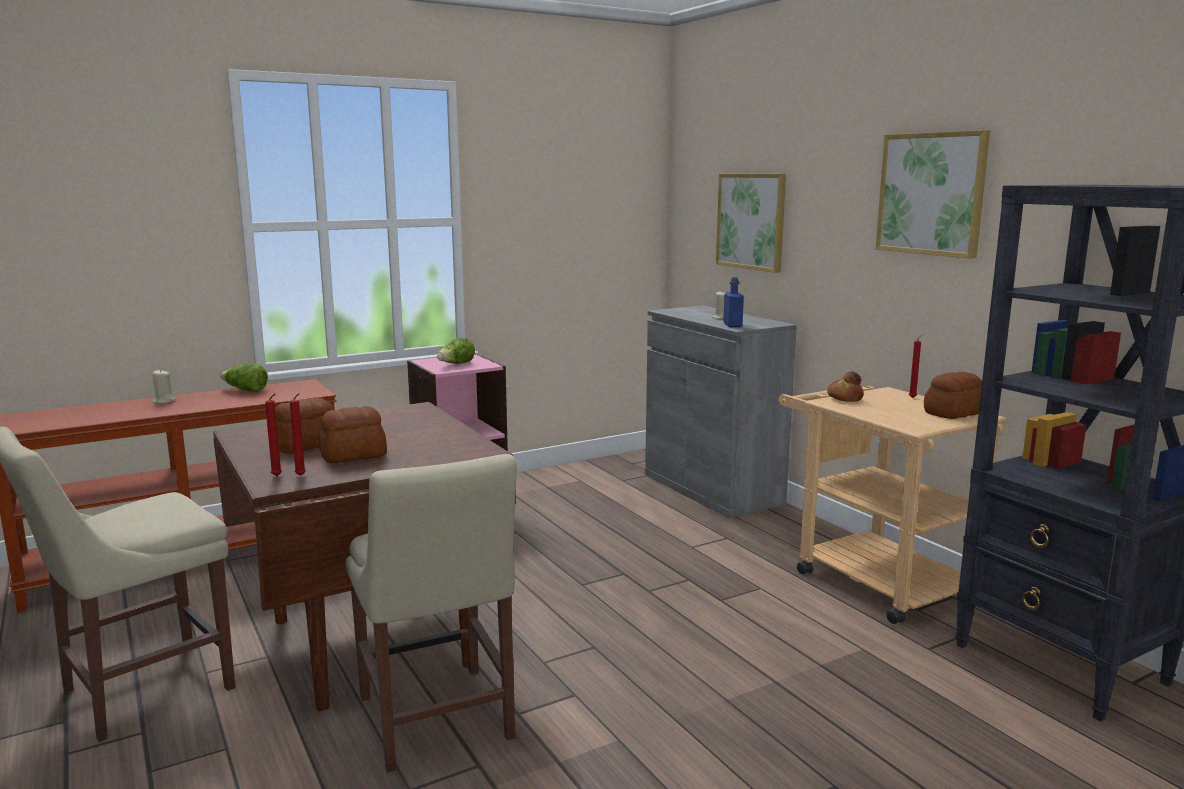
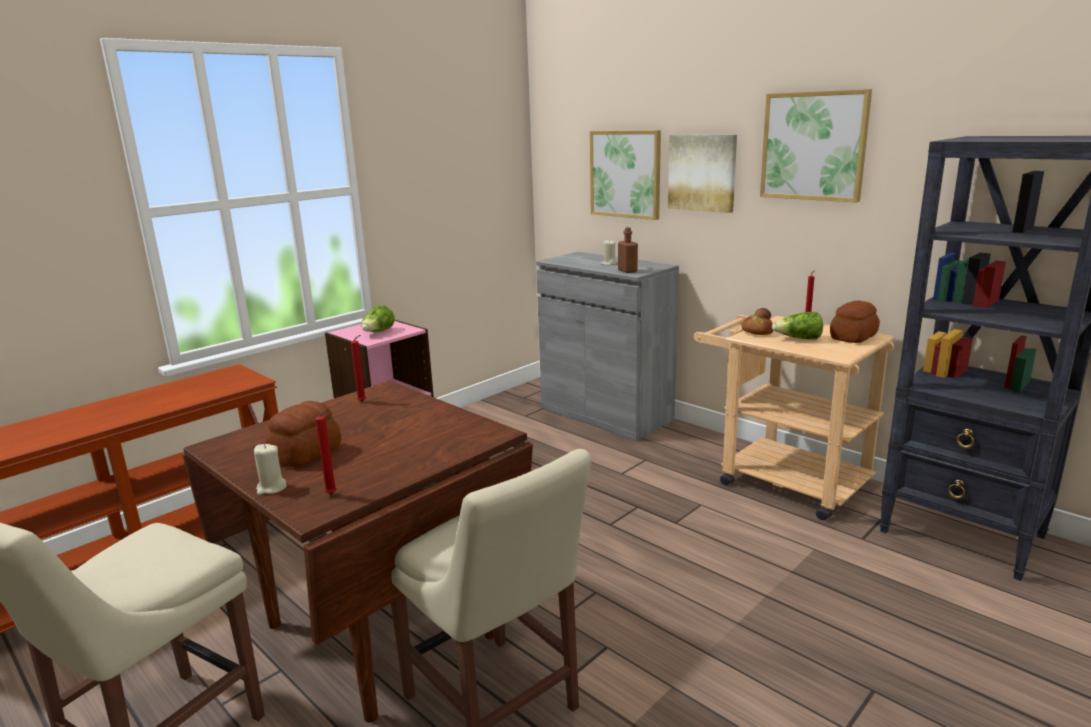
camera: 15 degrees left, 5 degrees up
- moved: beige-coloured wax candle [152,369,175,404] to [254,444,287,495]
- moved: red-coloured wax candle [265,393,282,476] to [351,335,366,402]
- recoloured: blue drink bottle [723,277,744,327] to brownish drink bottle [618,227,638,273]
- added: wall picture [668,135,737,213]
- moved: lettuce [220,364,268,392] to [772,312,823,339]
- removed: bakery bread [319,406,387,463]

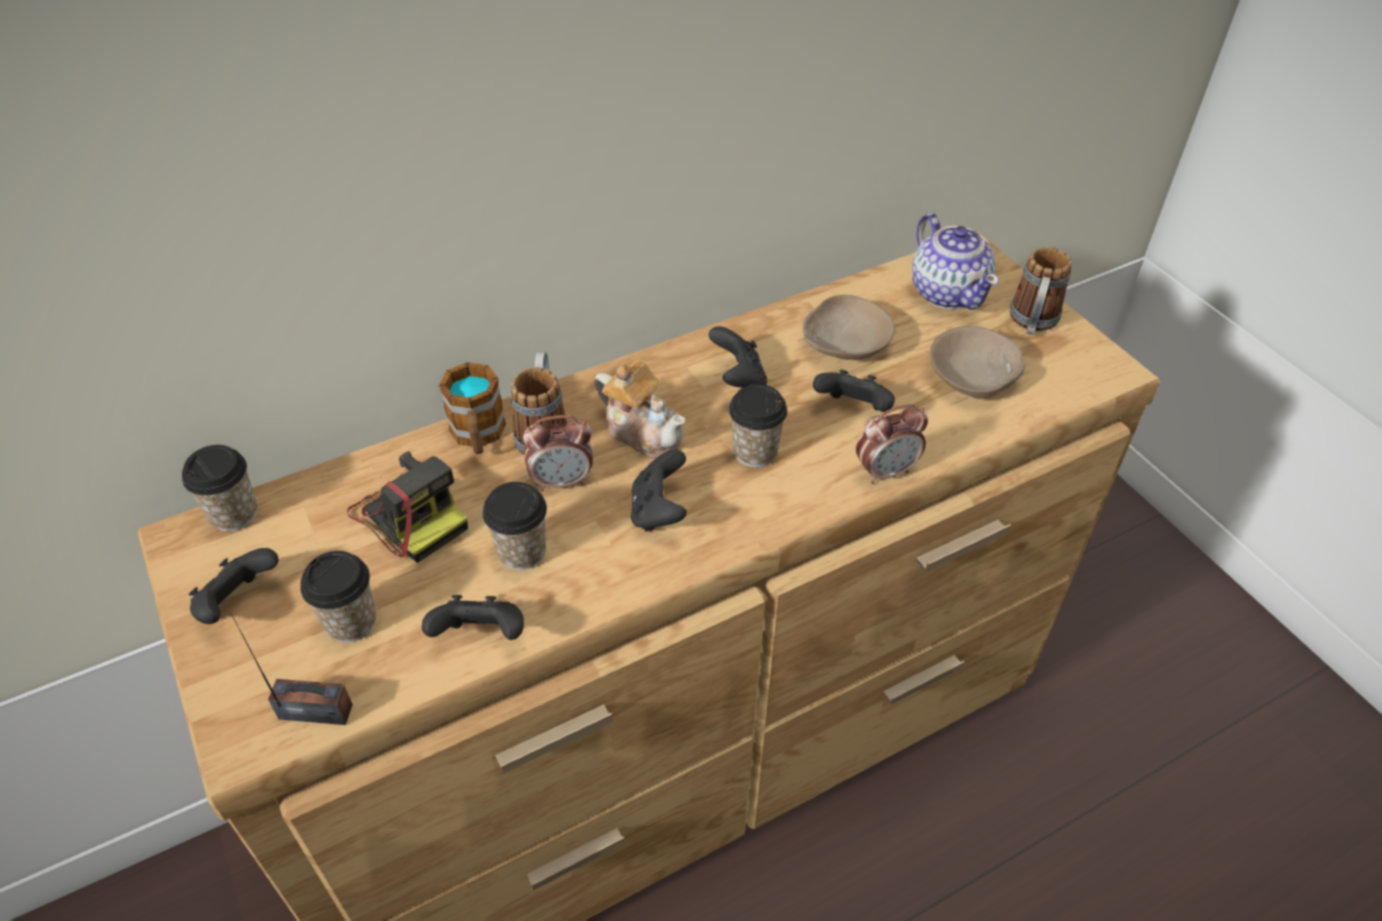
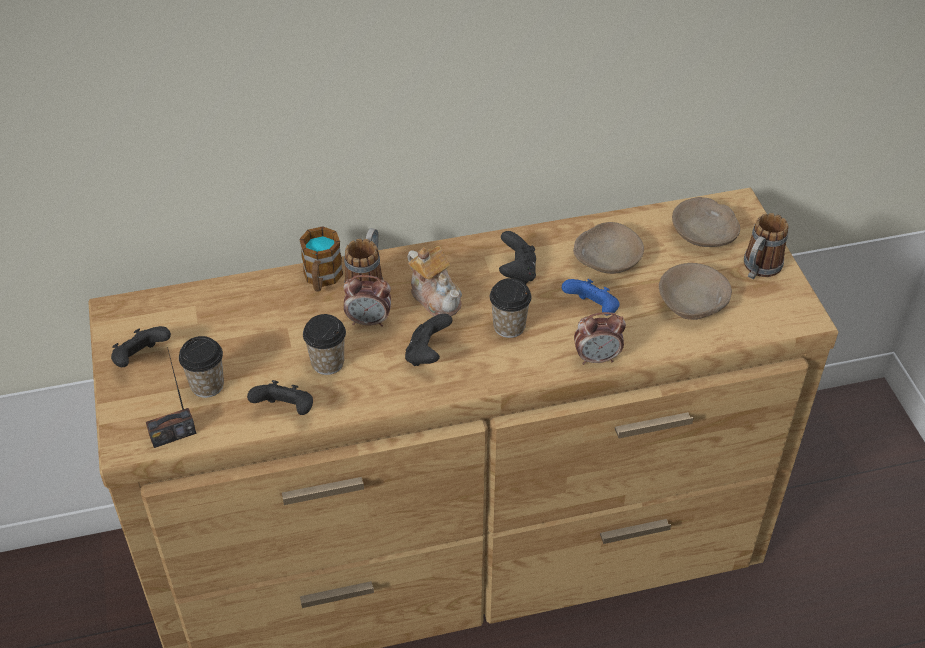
camera: 15 degrees right, 0 degrees up
- turned: radio [231,614,353,725] = [146,347,196,448] 135 degrees clockwise
- recoloured: black gamepad [813,369,895,412] to blue gamepad [562,279,620,315]
- replaced: tea pot [912,213,999,310] to beige-coloured bowl [672,197,740,247]
- removed: cup [182,445,257,531]
- removed: still camera [347,451,468,563]

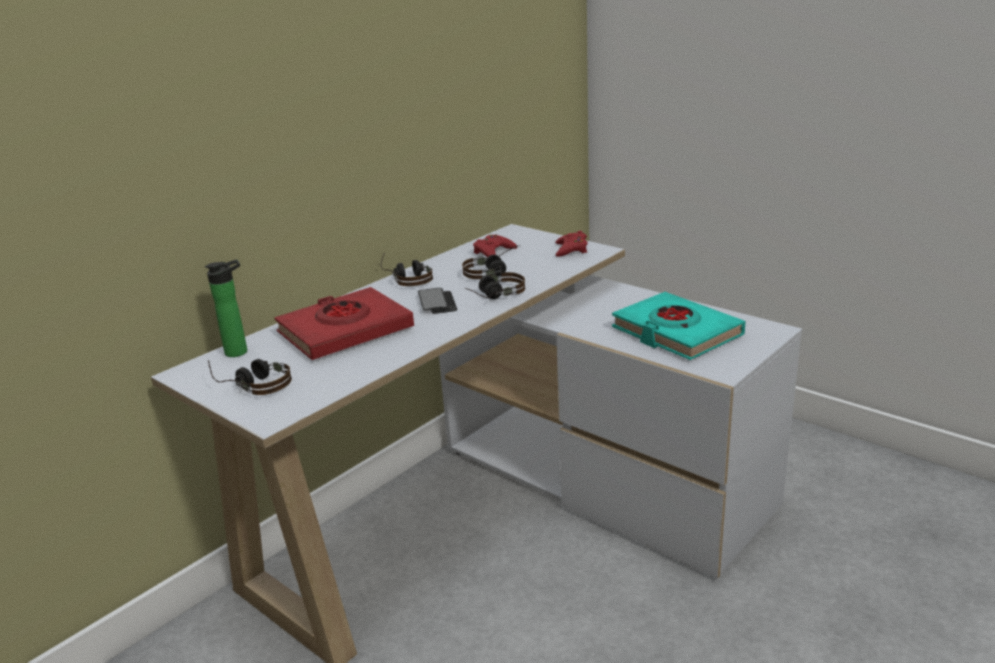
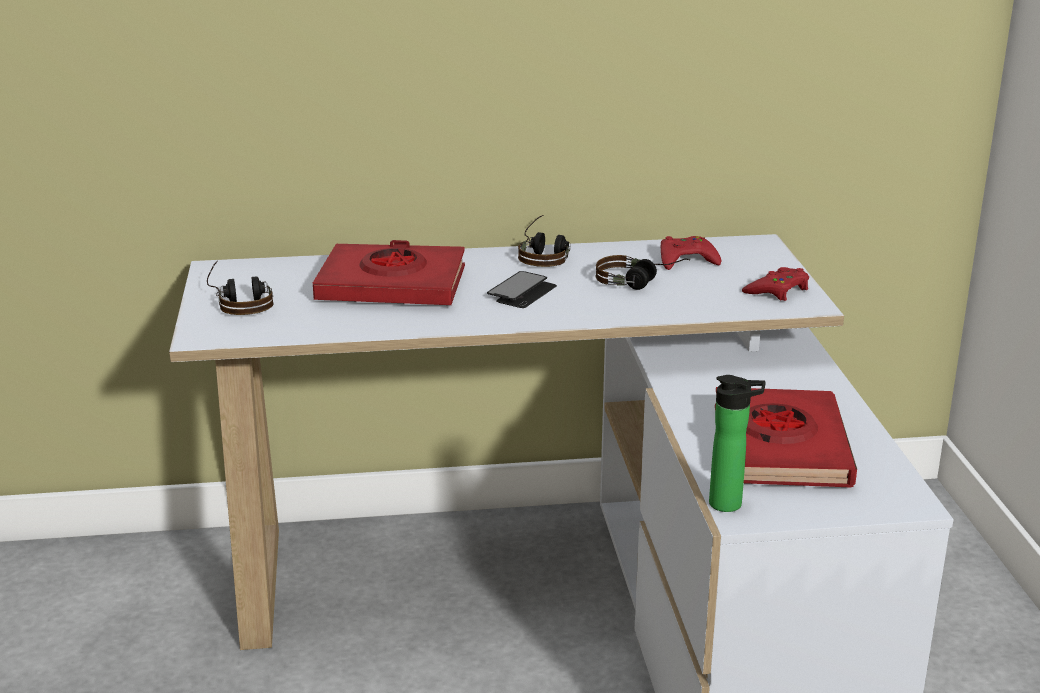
camera: 40 degrees right, 0 degrees up
- moved: drink bottle [205,259,247,357] to [709,375,766,512]
- recoloured: turquoise bound book [612,292,746,360] to red-coloured bound book [715,387,857,487]
- removed: pair of headphones [465,272,525,299]

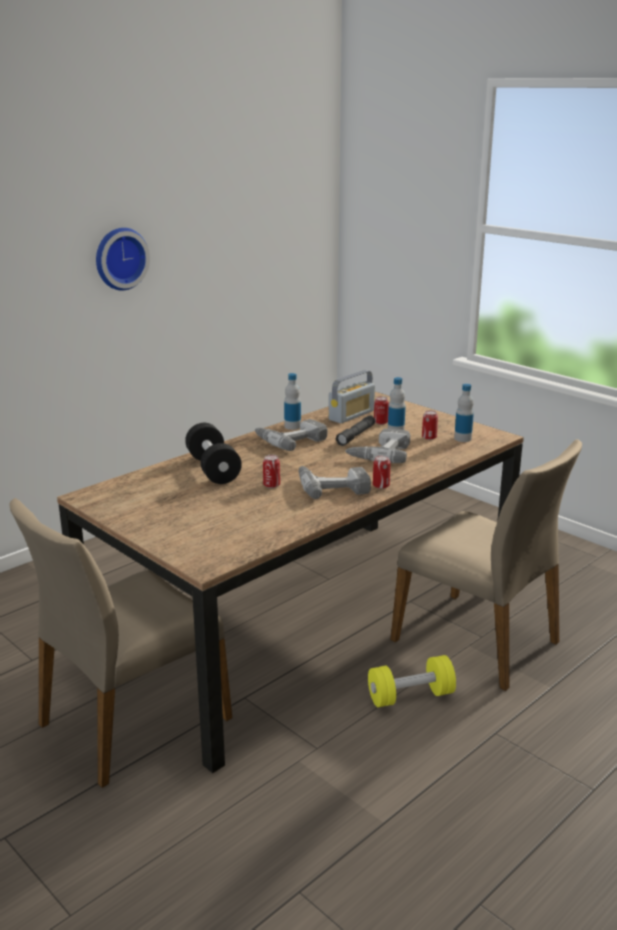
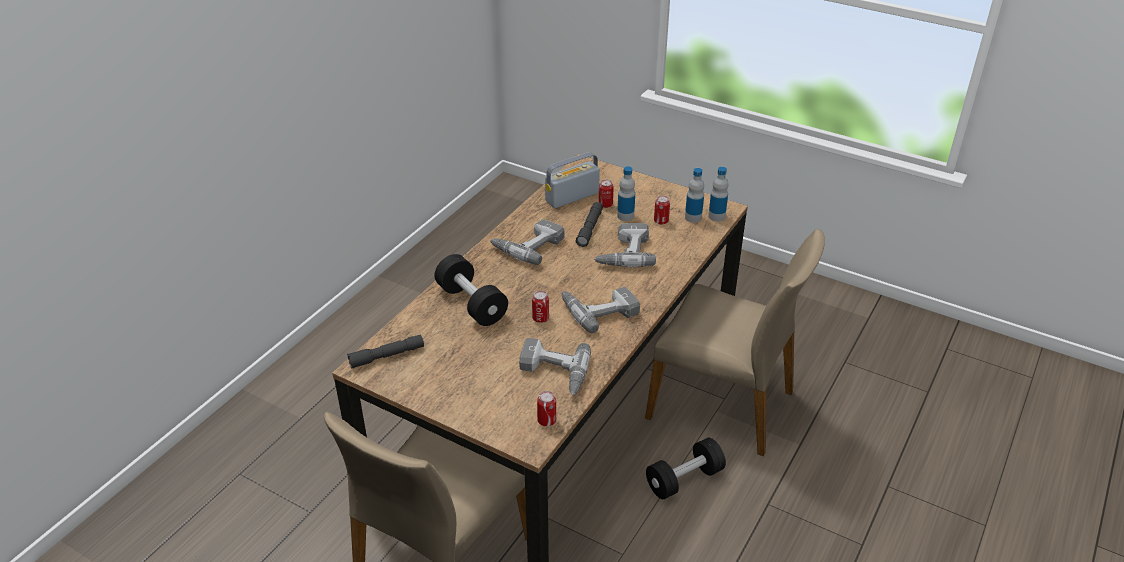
camera: 15 degrees left, 15 degrees up
- added: gray flashlight [347,335,424,368]
- added: power drill [519,338,591,395]
- moved: metal can [373,455,390,489] to [537,391,556,426]
- turned: radio [329,370,375,423] = [545,152,600,208] 150 degrees counterclockwise
- recoloured: yellow-coloured dumbbell [368,655,456,707] to black dumbbell [646,438,726,499]
- moved: drink bottle [284,373,301,430] to [708,167,729,221]
- removed: clock on the wall [96,228,150,291]

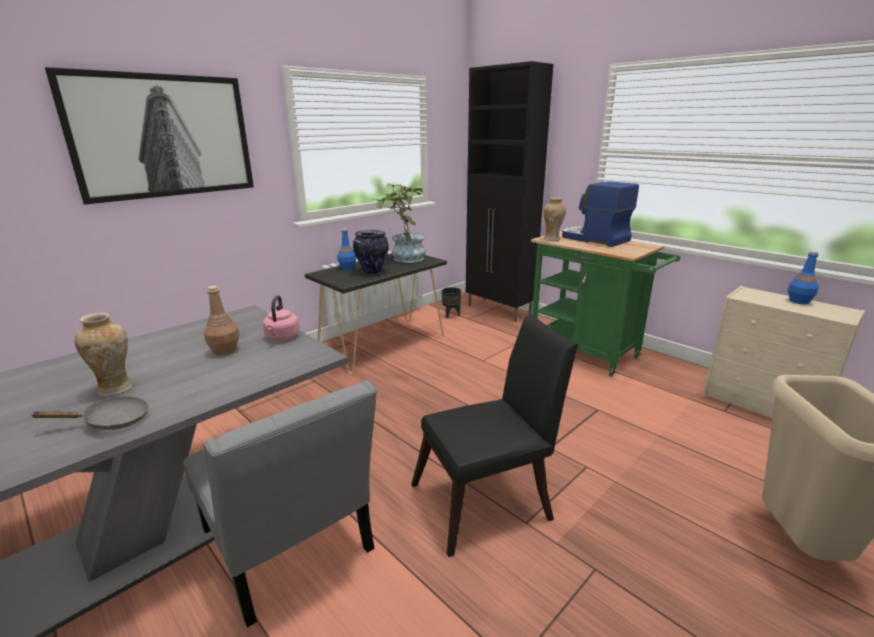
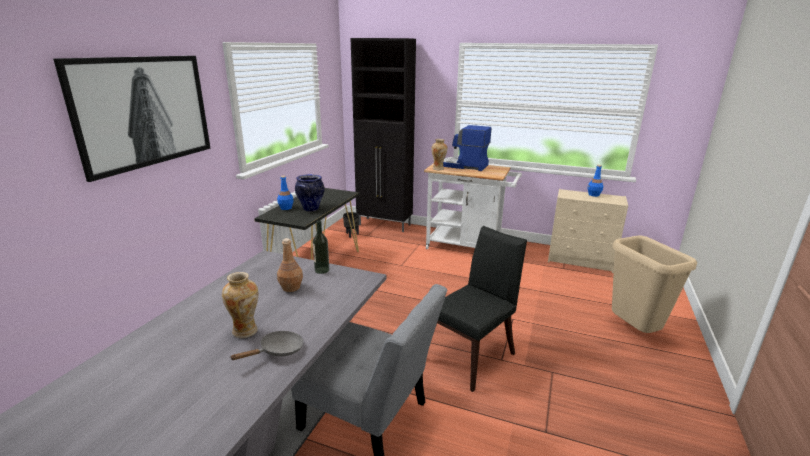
camera: 25 degrees left, 0 degrees up
- replaced: pink water kettle [263,295,300,340] to drink bottle [313,220,329,274]
- recoloured: greenish cart [531,230,680,377] to white-coloured cart [424,163,522,249]
- removed: potted plant [371,183,426,263]

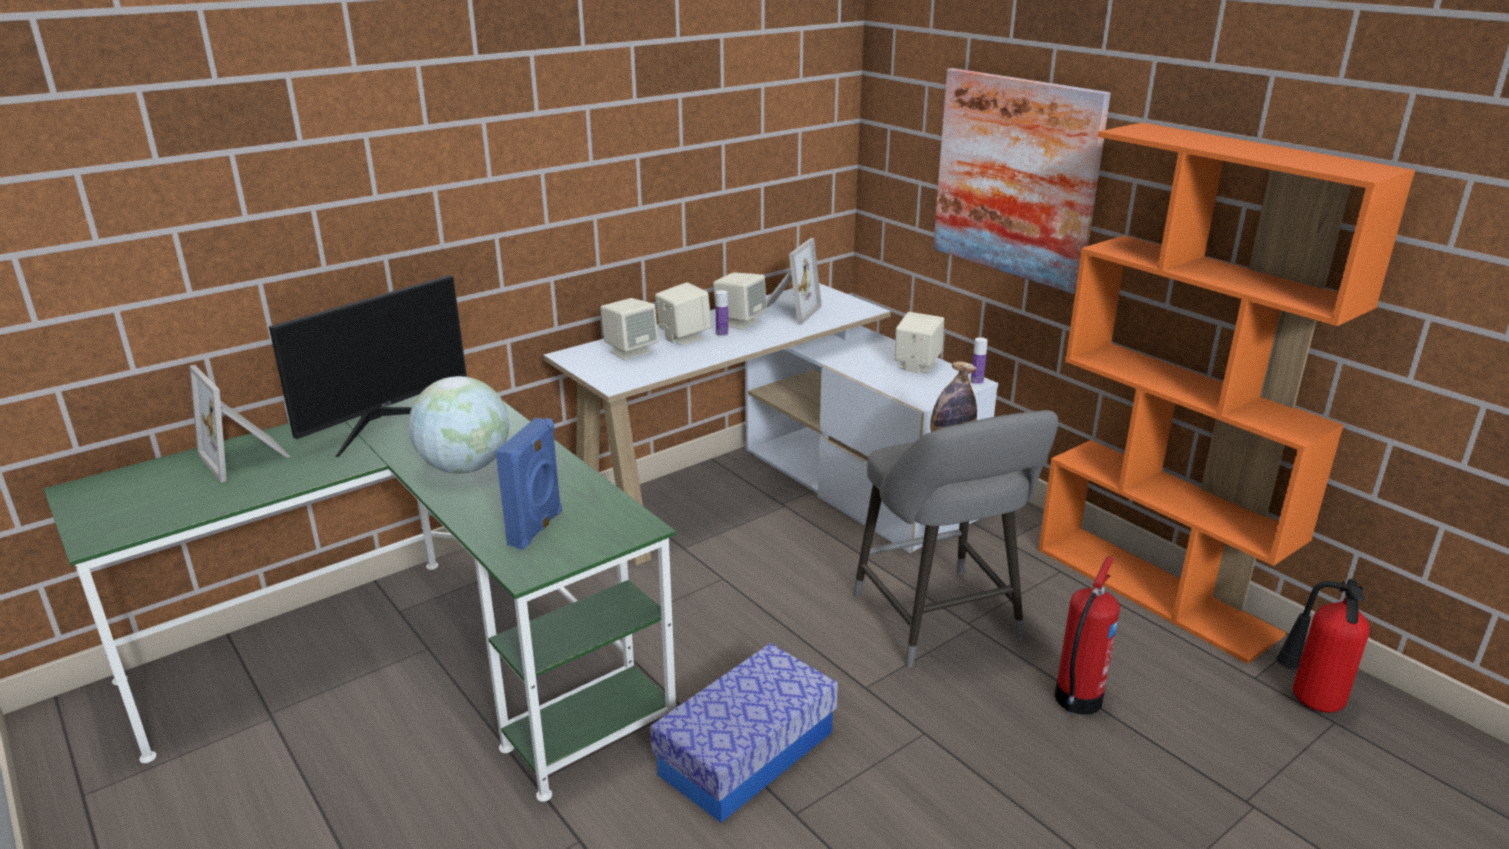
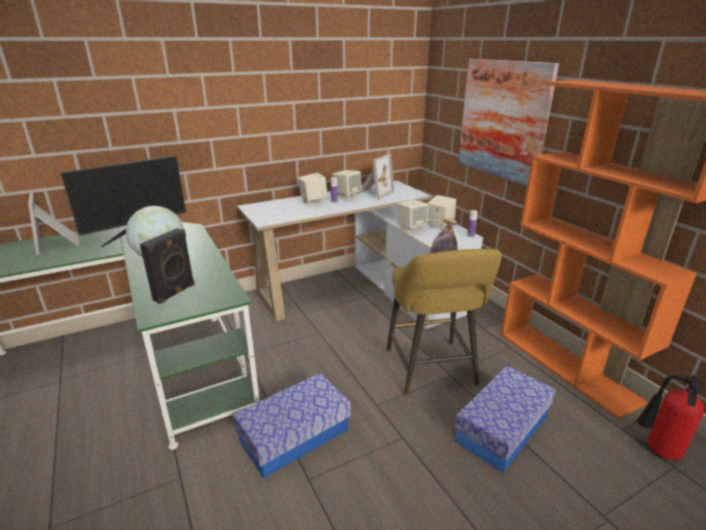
camera: 10 degrees right, 0 degrees up
- recoloured: blue speaker [495,418,562,550] to black speaker [140,228,195,304]
- recoloured: gray stool seat [853,410,1058,667] to yellow-coloured stool seat [387,249,502,395]
- moved: beige-coloured speaker [600,298,658,360] to [397,200,428,233]
- replaced: extinguisher [1055,557,1120,715] to storage box [455,366,555,473]

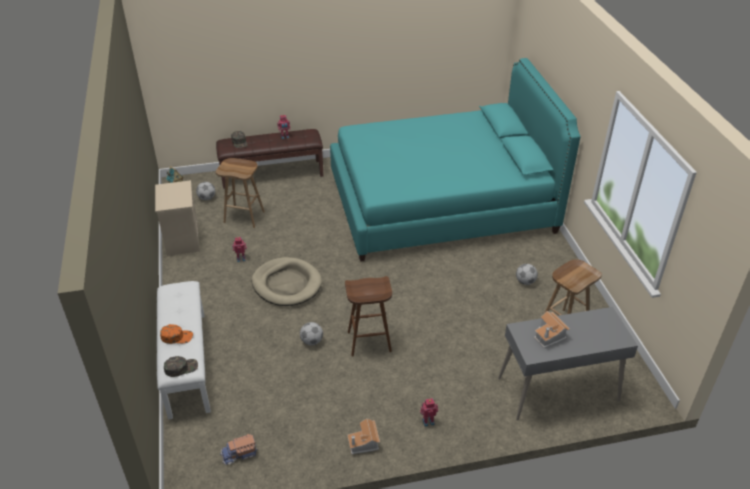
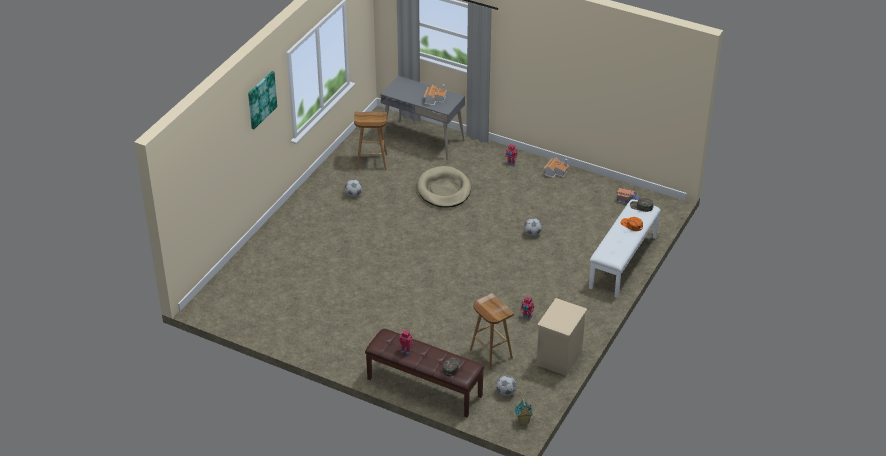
camera: 140 degrees left, 0 degrees up
- added: wall picture [248,71,277,129]
- moved: beige-coloured pet bed [252,257,322,306] to [417,166,471,208]
- removed: turquoise bed [330,58,580,262]
- removed: brownish stool seat [345,276,392,356]

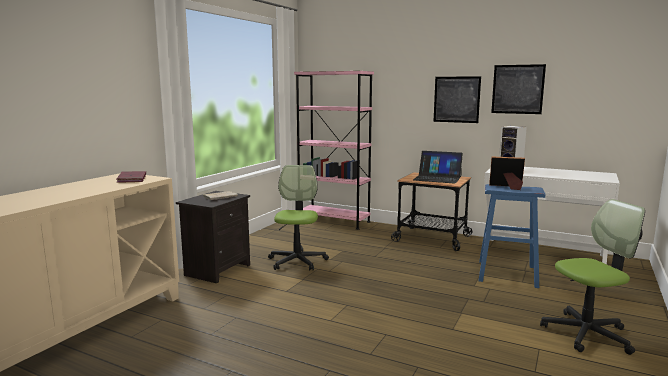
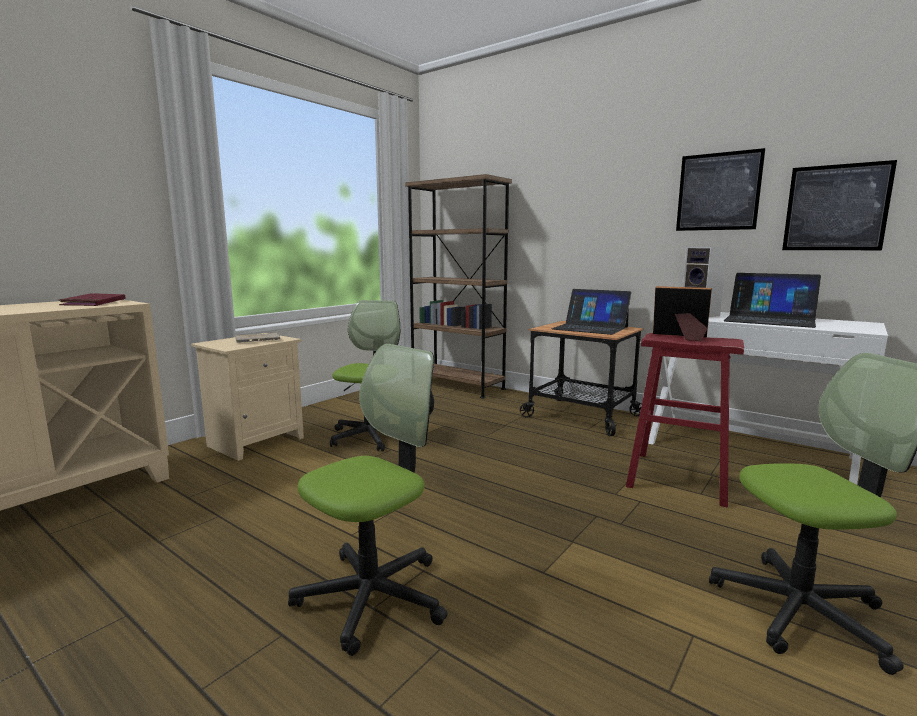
camera: 10 degrees right, 0 degrees up
- recoloured: black bedside table [176,191,250,284] to beige-coloured bedside table [191,333,304,461]
- added: desk chair [288,344,447,656]
- recoloured: pink bookshelf [294,71,374,230] to brownish bookshelf [405,174,512,399]
- recoloured: blue stool seat [479,184,545,288] to red-coloured stool seat [626,333,744,507]
- added: portable computer [724,273,821,328]
- moved: wall picture [433,76,481,123] to [782,160,897,250]

